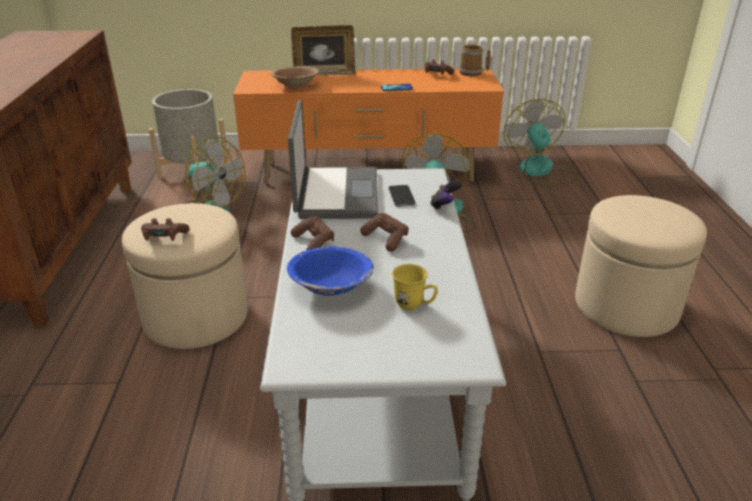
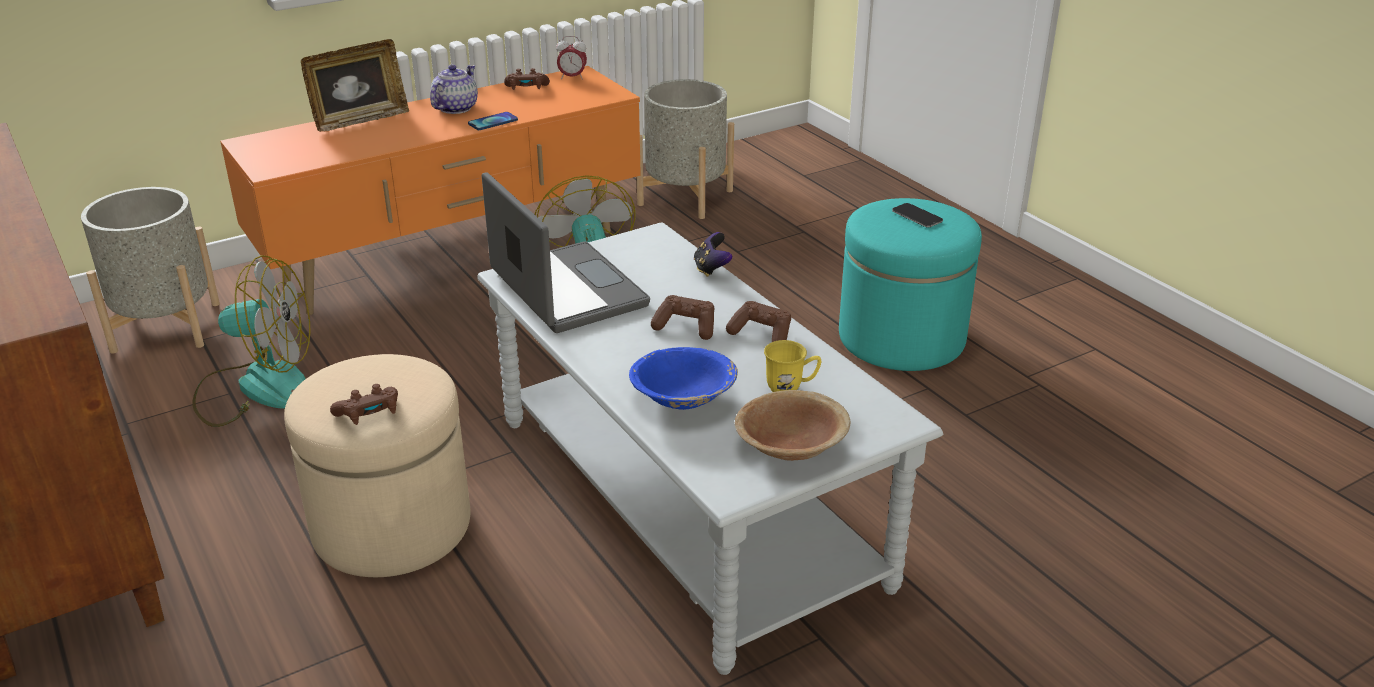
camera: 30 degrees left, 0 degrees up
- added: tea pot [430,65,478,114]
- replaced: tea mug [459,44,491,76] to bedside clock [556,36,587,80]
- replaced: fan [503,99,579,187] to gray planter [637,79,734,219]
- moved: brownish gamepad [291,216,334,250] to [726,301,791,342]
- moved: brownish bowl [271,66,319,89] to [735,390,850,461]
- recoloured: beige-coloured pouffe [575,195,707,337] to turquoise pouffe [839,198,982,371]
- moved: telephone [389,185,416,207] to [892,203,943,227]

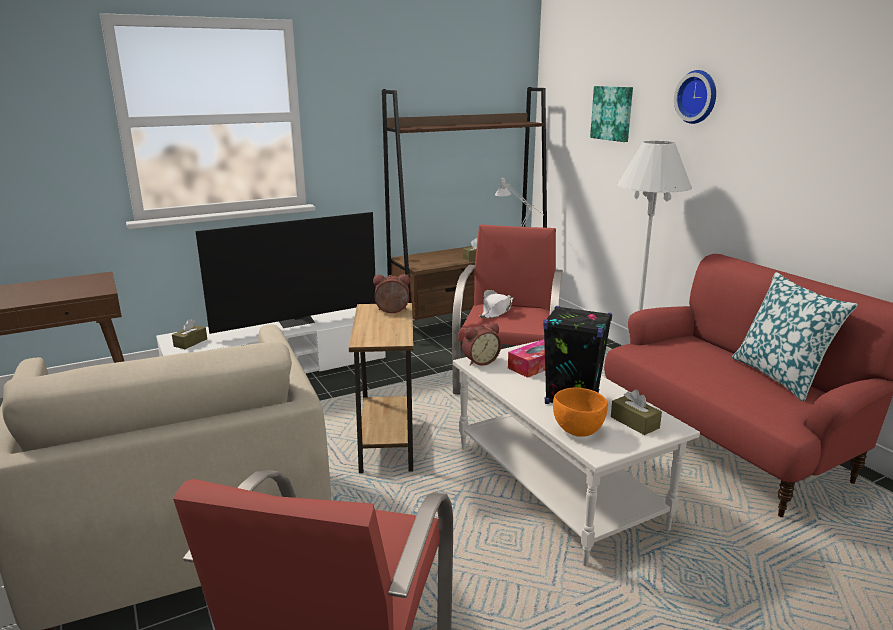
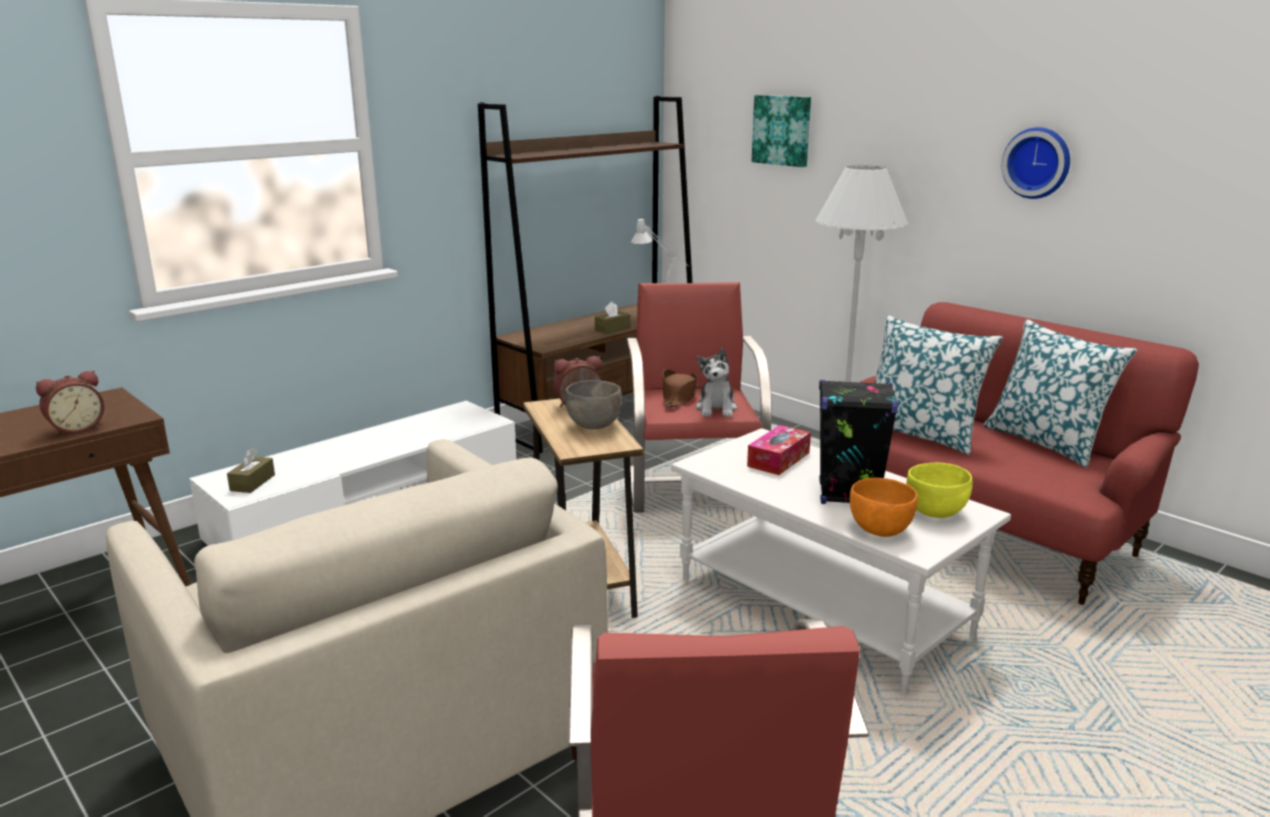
camera: 15 degrees left, 0 degrees up
- moved: bedside clock [462,323,501,366] to [36,370,104,436]
- added: gray bowl [565,380,622,429]
- recoloured: white-coloured wearable hat [479,290,513,318] to brownish wearable hat [663,369,697,407]
- added: soft toy [696,348,737,417]
- added: cushion [875,315,1003,455]
- replaced: brownish box of tissues [611,389,662,435] to yellow-coloured bowl [907,463,973,518]
- moved: clock on the wall [674,70,716,124] to [1002,127,1070,199]
- removed: TV [195,212,376,334]

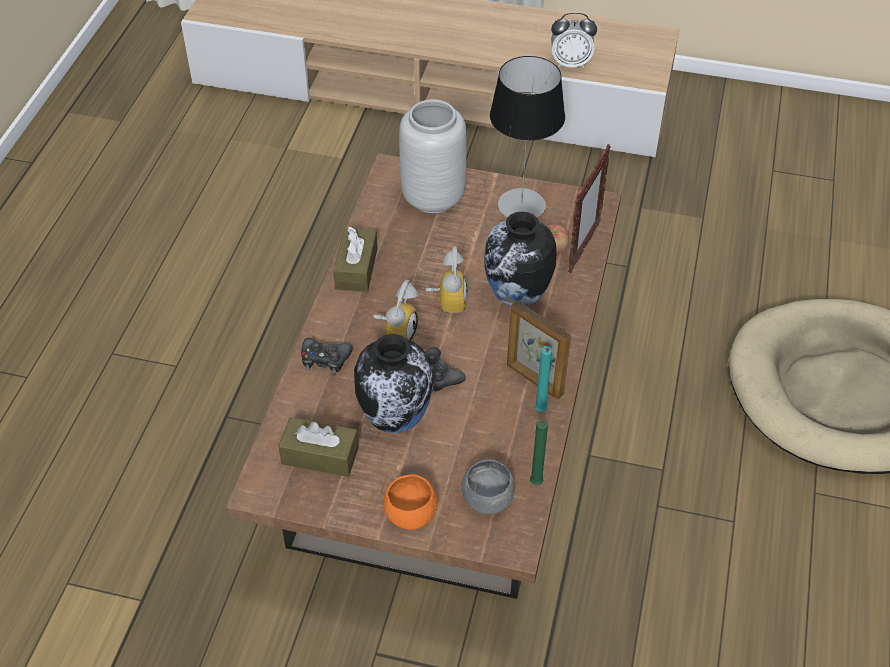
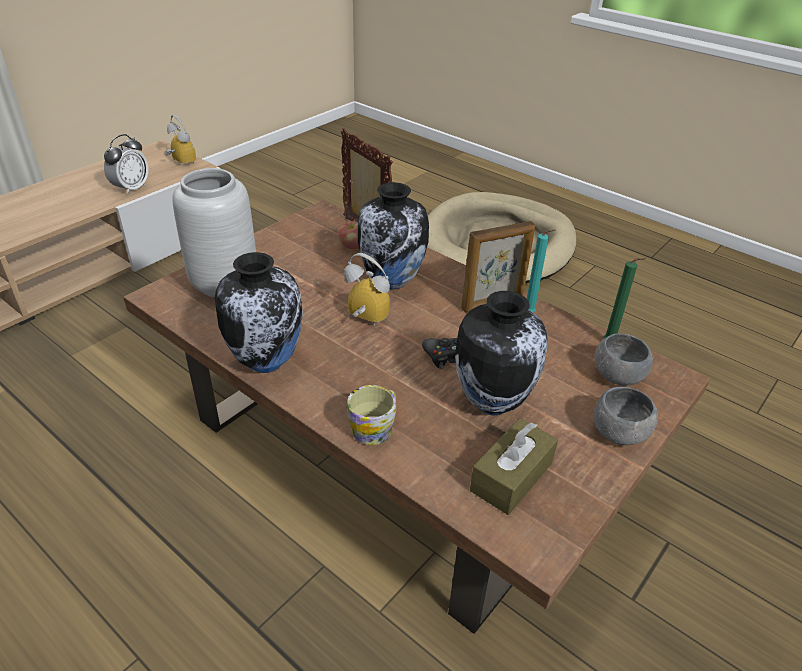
camera: 65 degrees left, 10 degrees down
- moved: bedside clock [373,280,418,341] to [165,115,196,167]
- replaced: brownish box of tissues [333,226,378,292] to vase [215,252,303,373]
- replaced: black gamepad [301,338,353,374] to tea mug [347,385,396,445]
- recoloured: orangey bowl [383,474,437,530] to gray bowl [594,387,658,445]
- removed: table lamp [490,56,565,218]

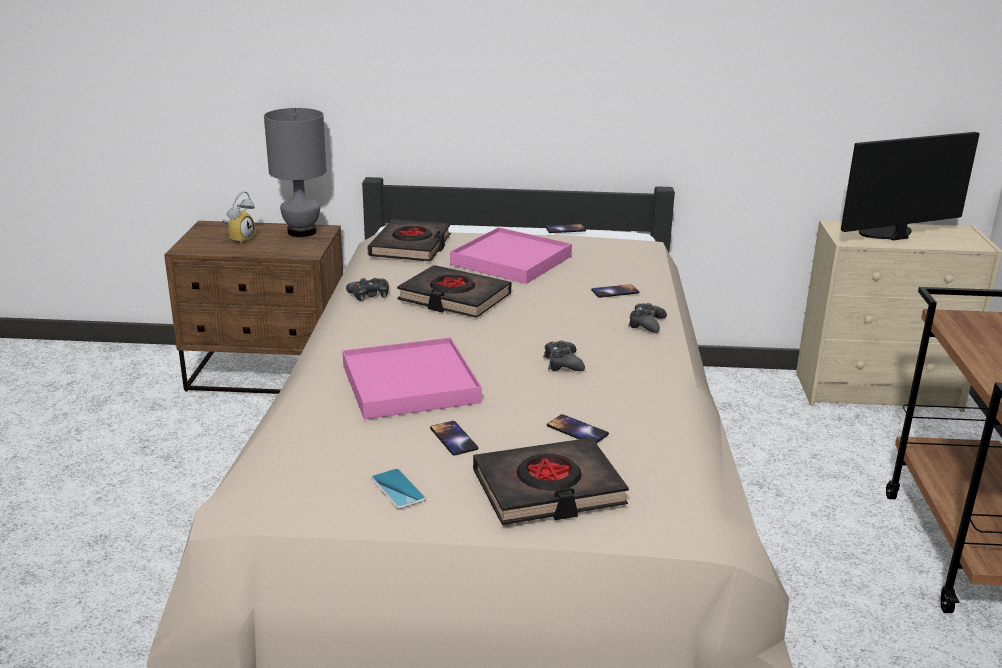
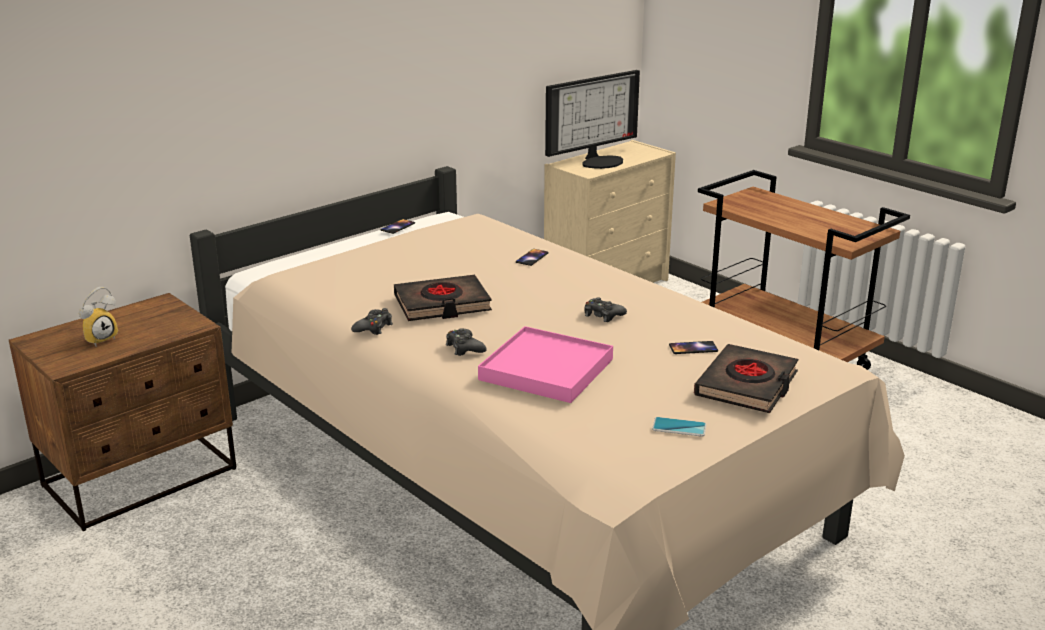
camera: 45 degrees left, 0 degrees up
- turned: bedside clock [222,191,255,244] = [79,287,118,347] 60 degrees clockwise
- moved: black gamepad [628,303,667,333] to [446,328,487,356]
- turned: monitor [841,132,980,240] = [545,70,640,169] 150 degrees counterclockwise
- removed: gray table lamp [264,108,326,237]
- removed: black bound book [367,219,451,262]
- removed: telephone [430,421,479,456]
- removed: pink carrying tray [450,227,572,284]

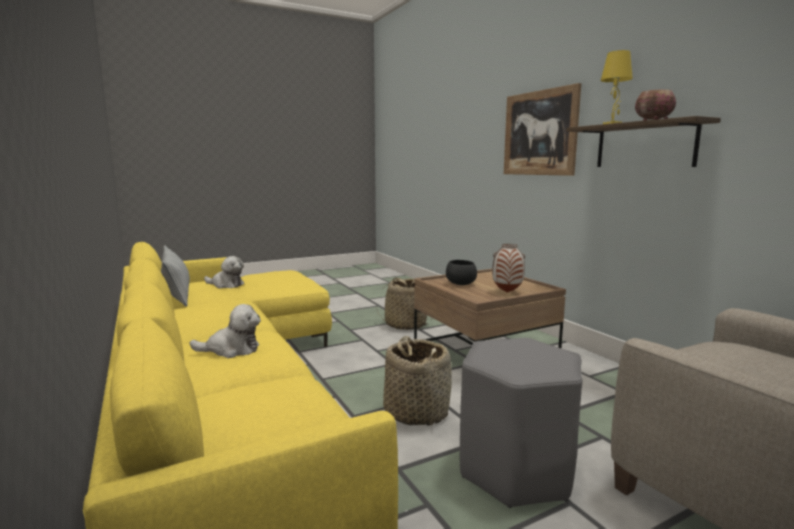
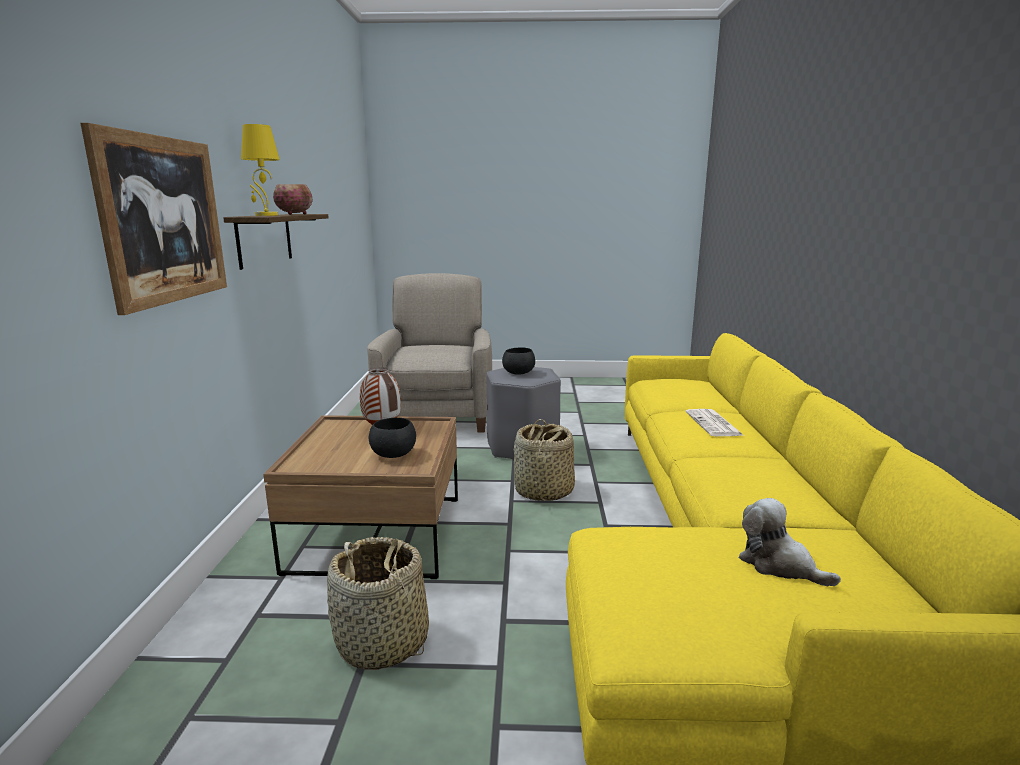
camera: 150 degrees left, 5 degrees up
- added: black bowl [502,348,535,375]
- replaced: soft toy [190,304,261,358] to printed paper [685,409,744,436]
- removed: cushion [161,246,190,307]

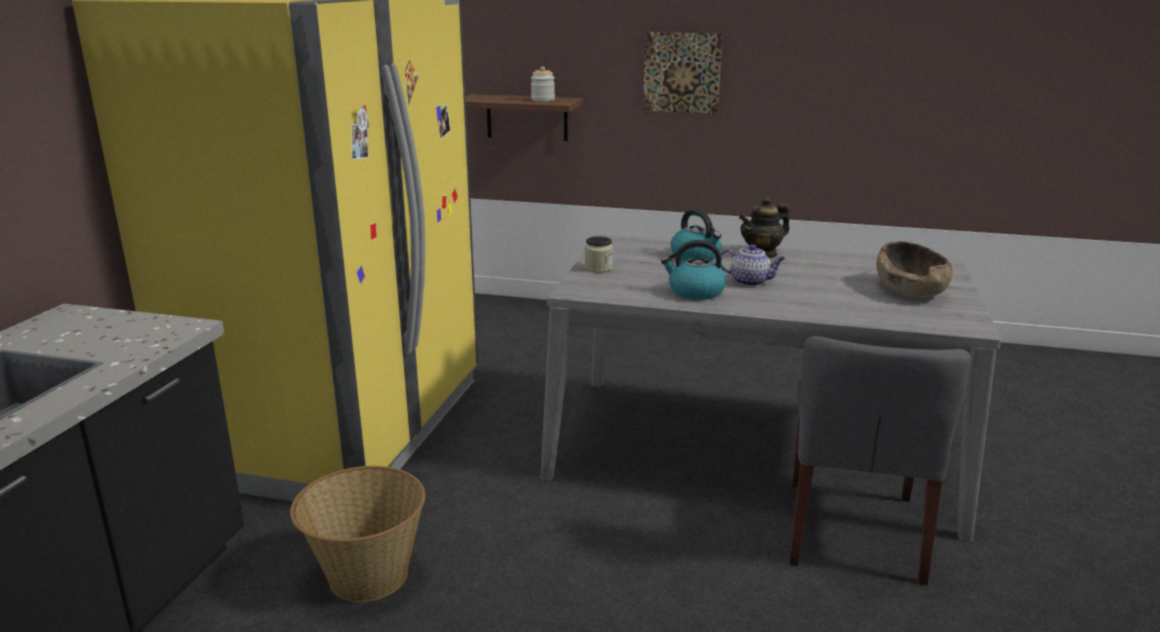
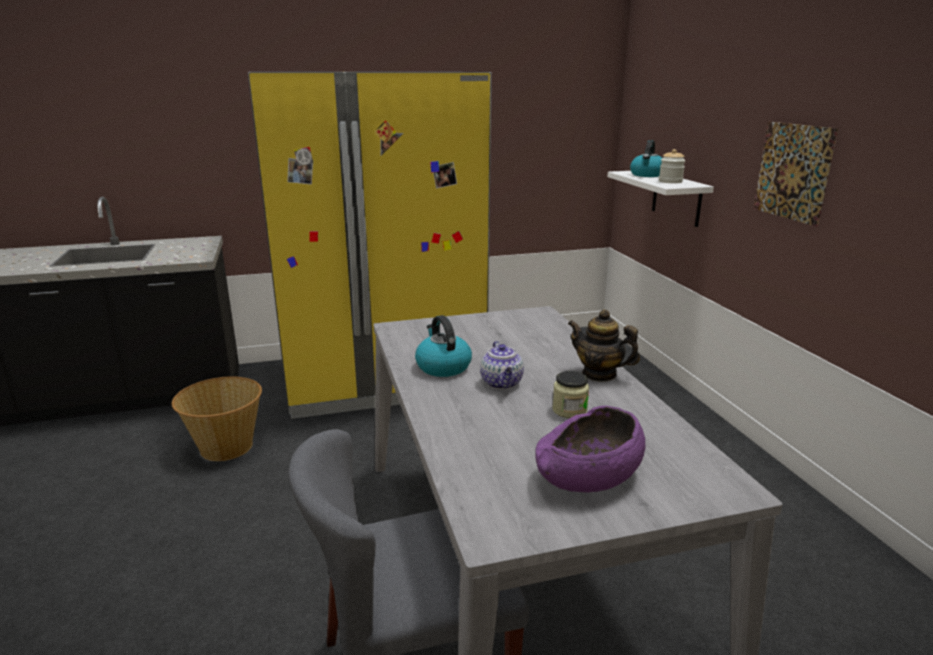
camera: 60 degrees right, 0 degrees up
- recoloured: brownish bowl [877,241,953,298] to purplish bowl [535,406,645,492]
- moved: jar [585,236,613,272] to [553,371,589,418]
- recoloured: brownish bracket shelf [466,94,583,141] to white-coloured bracket shelf [607,171,714,227]
- moved: water kettle [671,209,721,261] to [630,140,662,177]

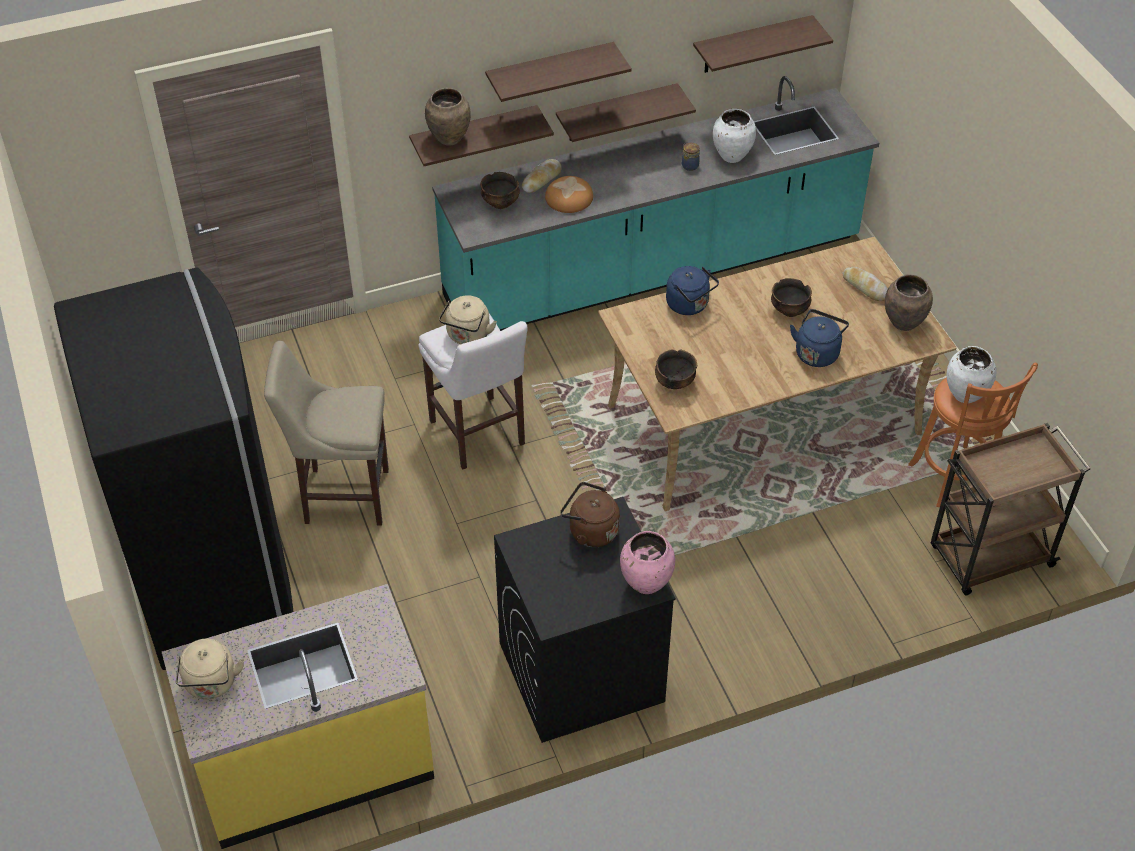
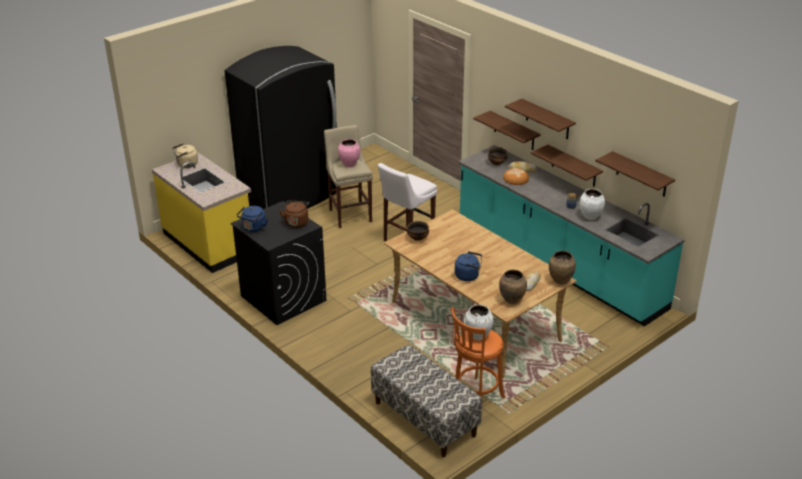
camera: 70 degrees right, 15 degrees down
- moved: blue water kettle [666,266,719,315] to [237,206,268,232]
- moved: pink vase [620,531,675,594] to [338,139,360,167]
- replaced: brownish cart [931,423,1090,595] to bench [371,345,482,457]
- moved: brownish vase [425,88,471,146] to [549,251,576,285]
- removed: beige-coloured water kettle [439,295,497,344]
- removed: bowl [771,278,812,317]

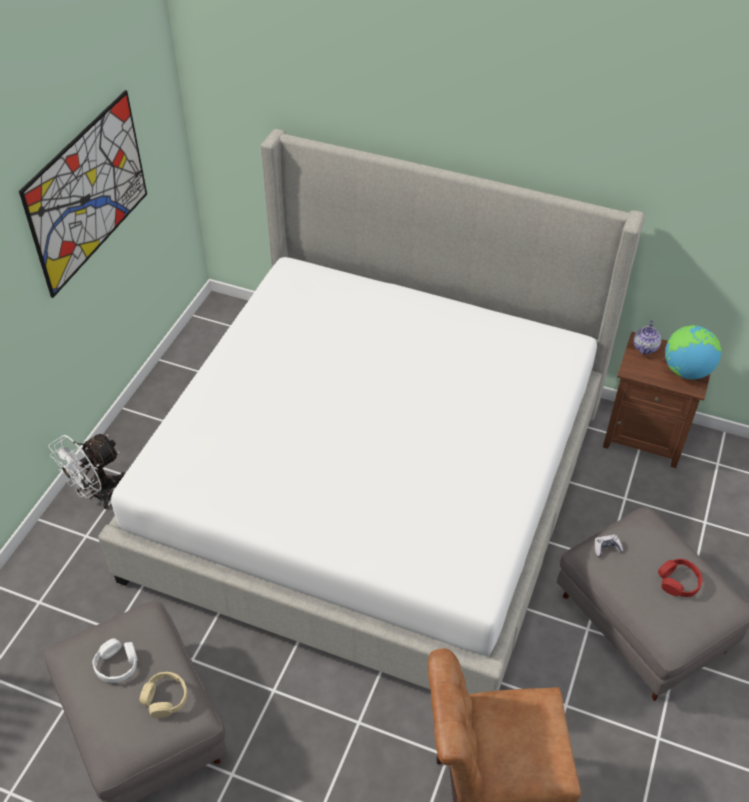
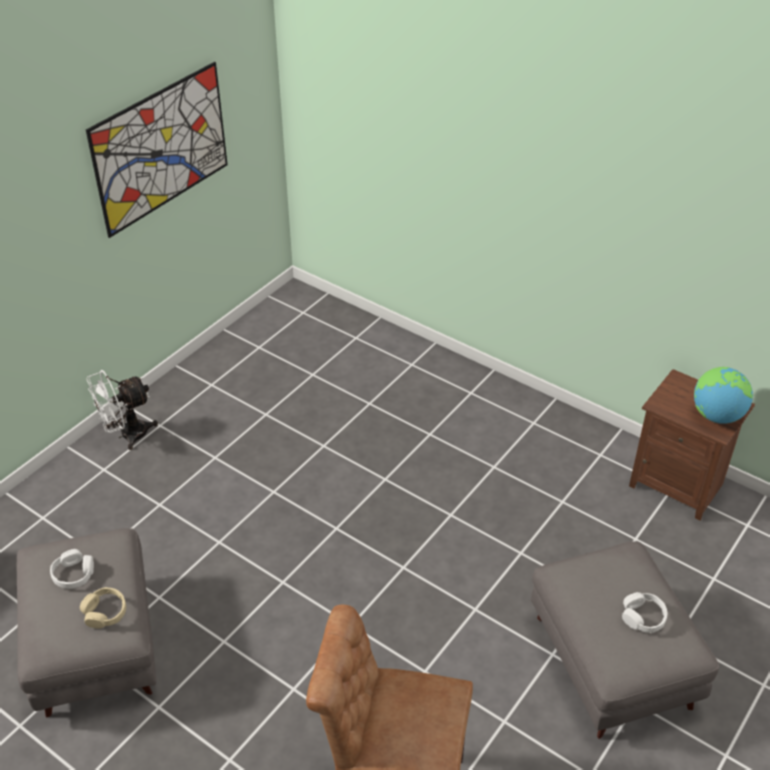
camera: 15 degrees right, 5 degrees down
- recoloured: red-coloured pair of headphones [658,559,702,597] to white-coloured pair of headphones [622,592,667,633]
- removed: bed [98,129,645,694]
- removed: gamepad [595,534,623,556]
- removed: tea pot [633,320,661,355]

